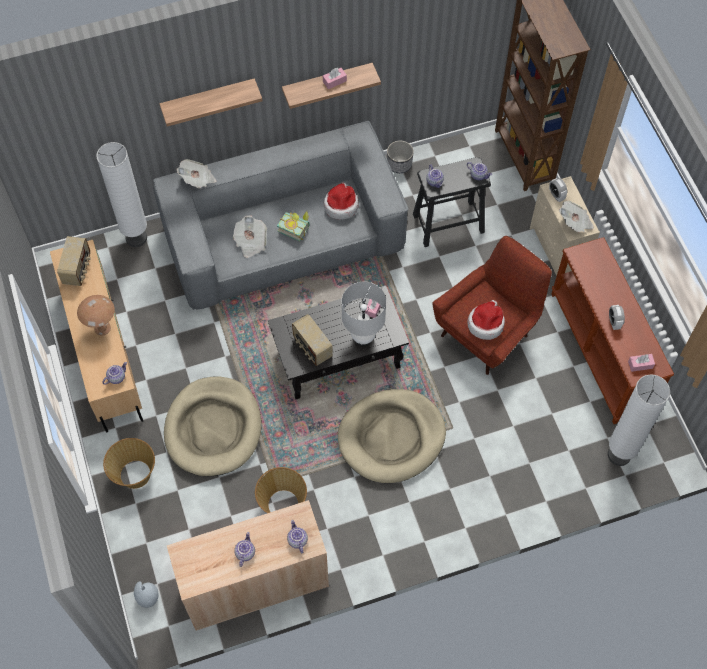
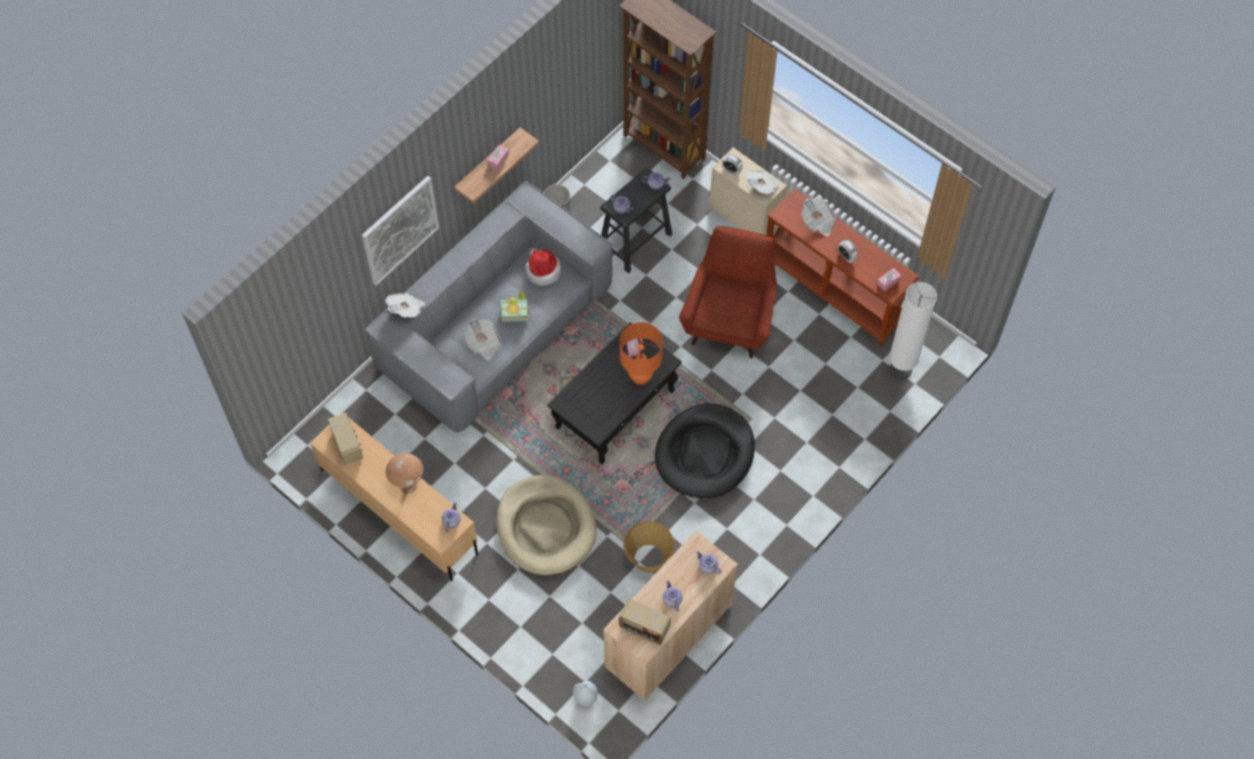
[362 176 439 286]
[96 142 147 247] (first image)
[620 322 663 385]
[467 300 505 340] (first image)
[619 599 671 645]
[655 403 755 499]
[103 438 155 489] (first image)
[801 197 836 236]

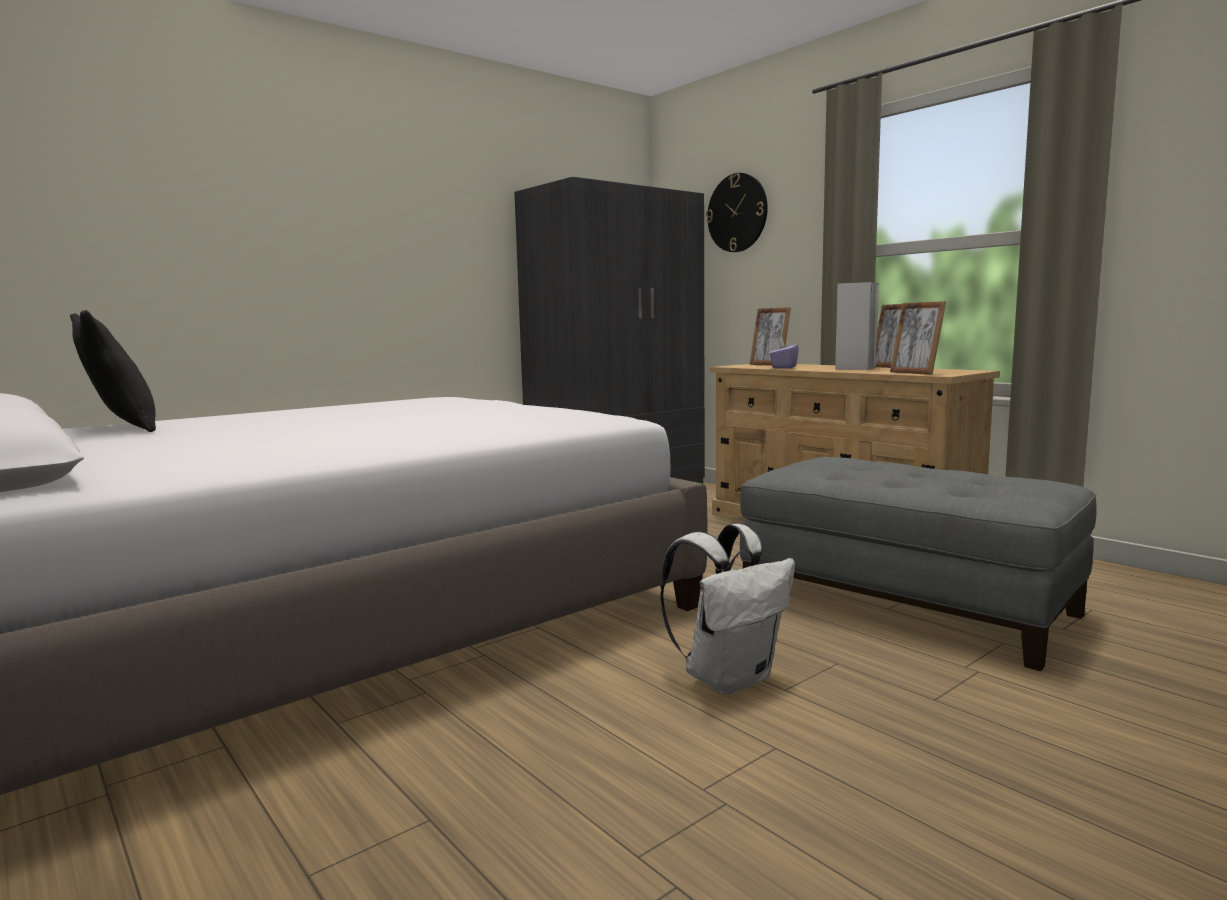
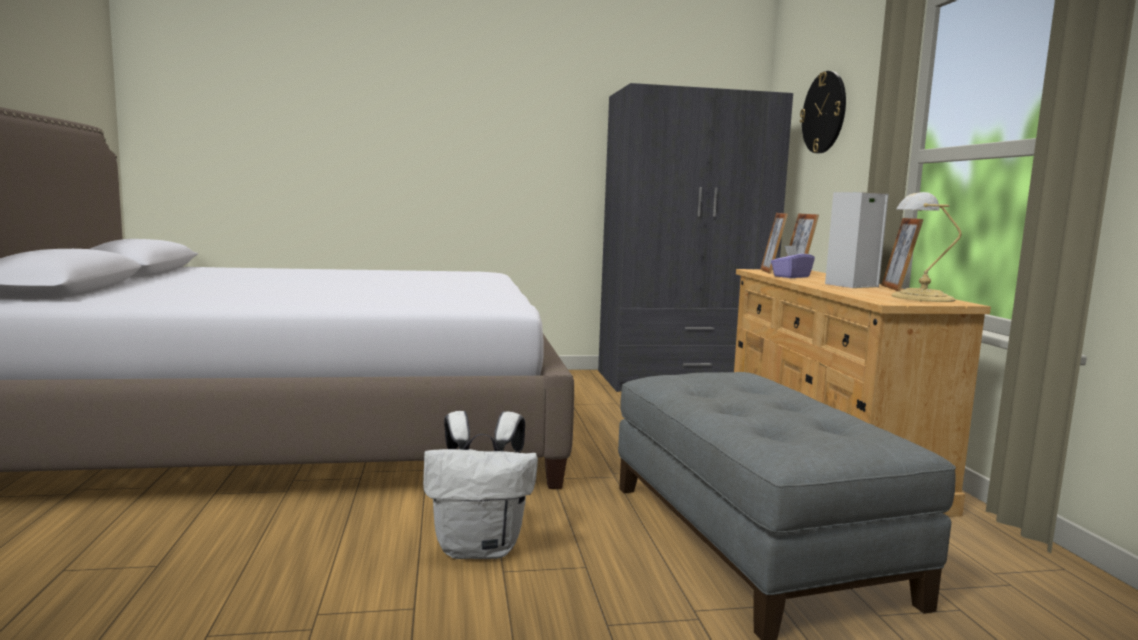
[760 213 788 274]
[70 310 156 432] (first image)
[892 192 961 302]

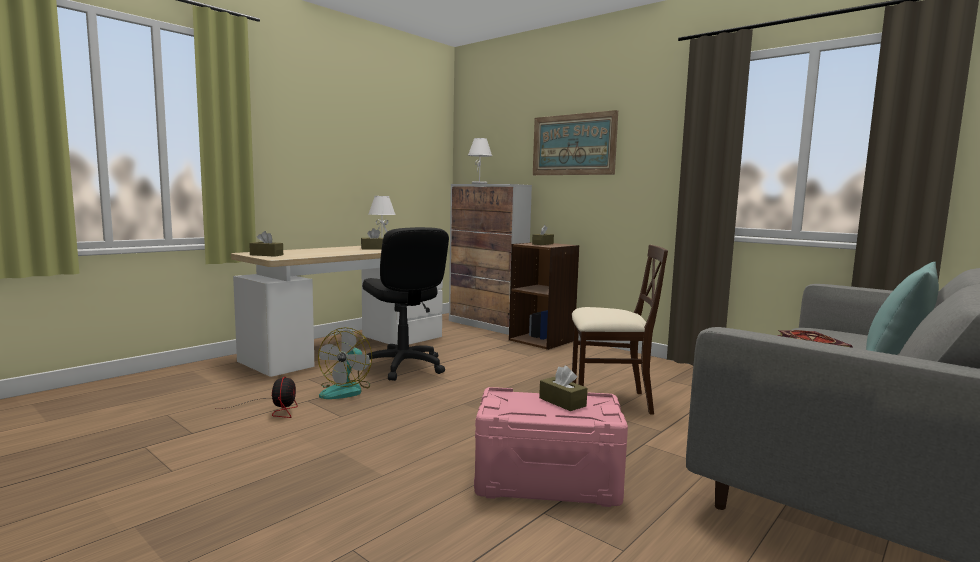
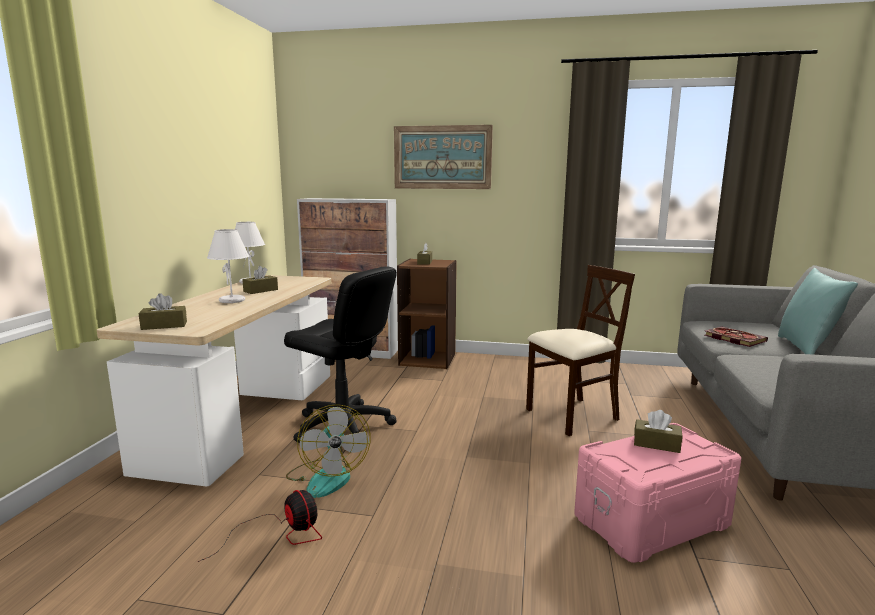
[207 229 249 303]

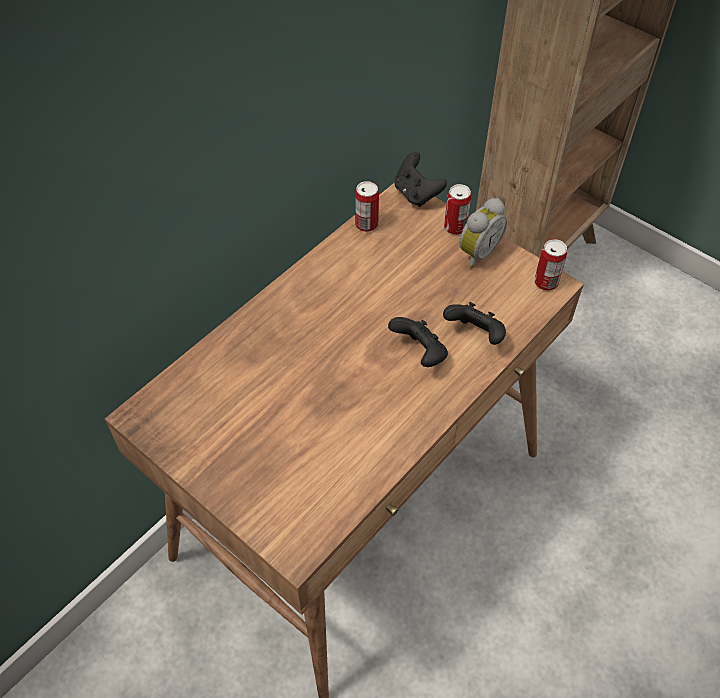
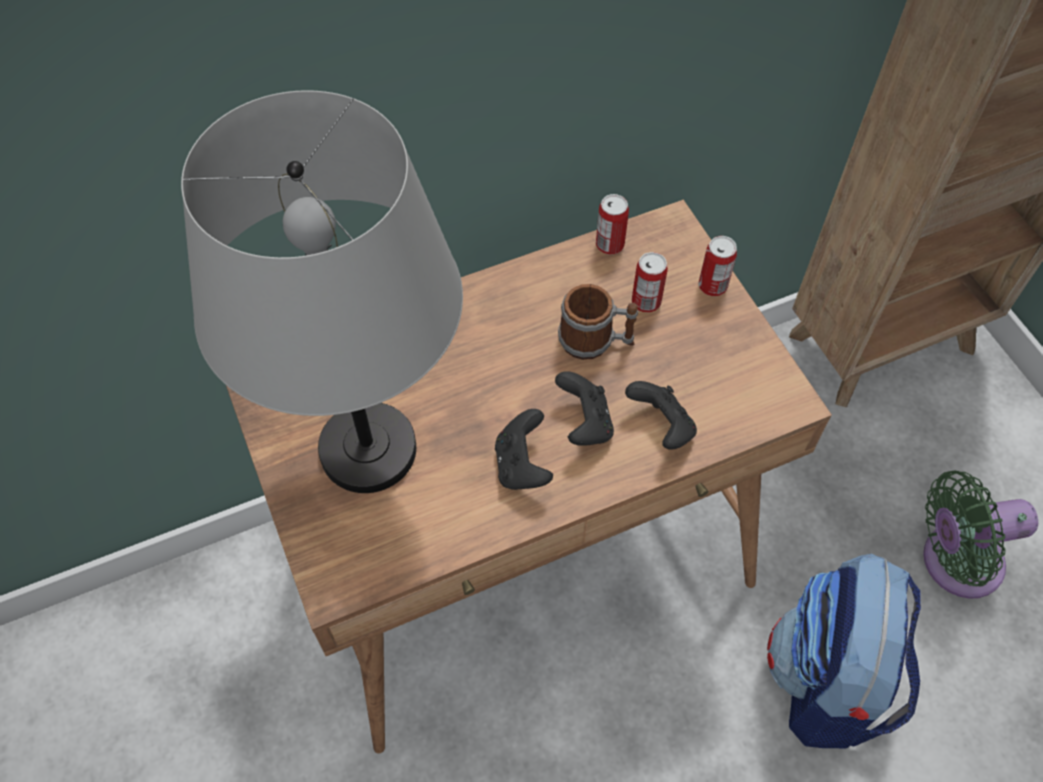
[495 409 553 490]
[460 198 507 269] (first image)
[632 252 668 313]
[181 90 463 493]
[558 284 638 360]
[923 470 1038 599]
[767 554 921 748]

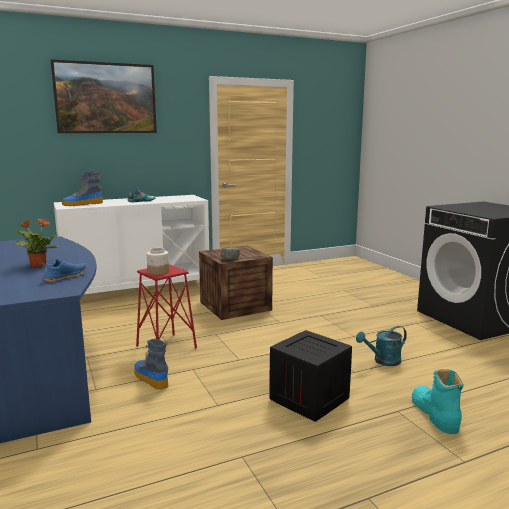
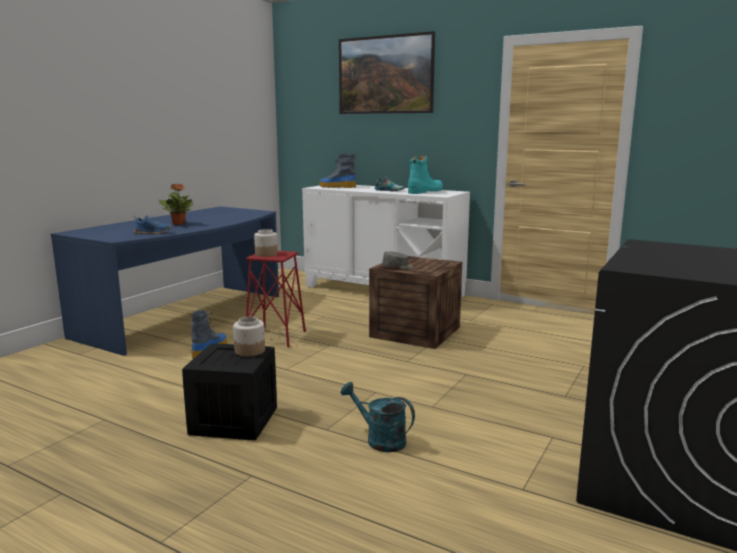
[408 156 443 194]
[233 317 265 356]

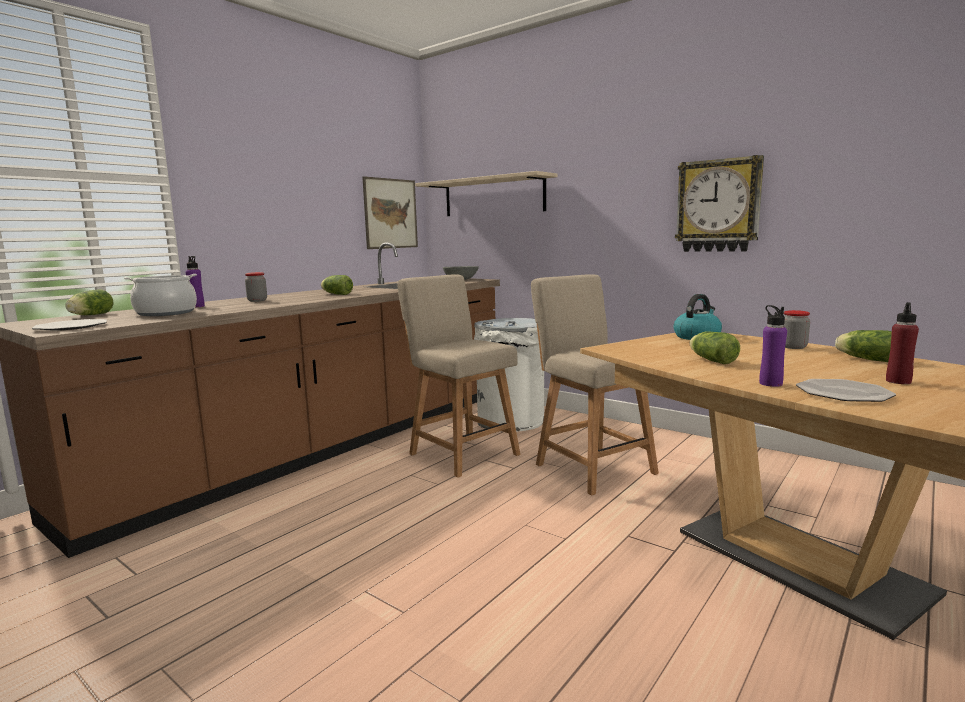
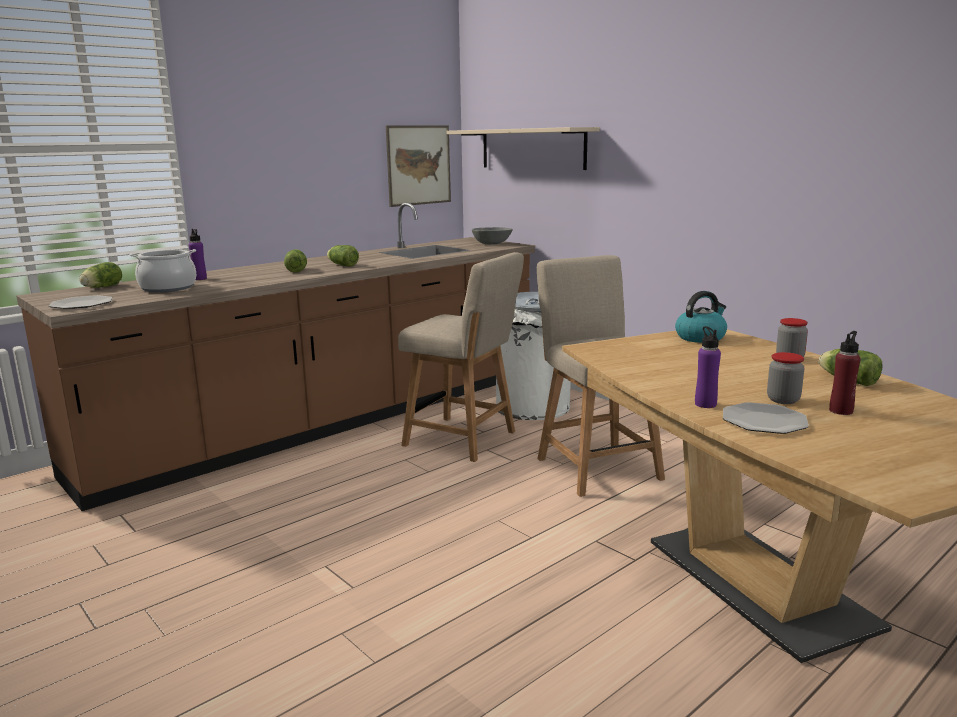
[675 155 764 252] (first image)
[767 352 804 404]
[398 252 524 462]
[284 249 307 273]

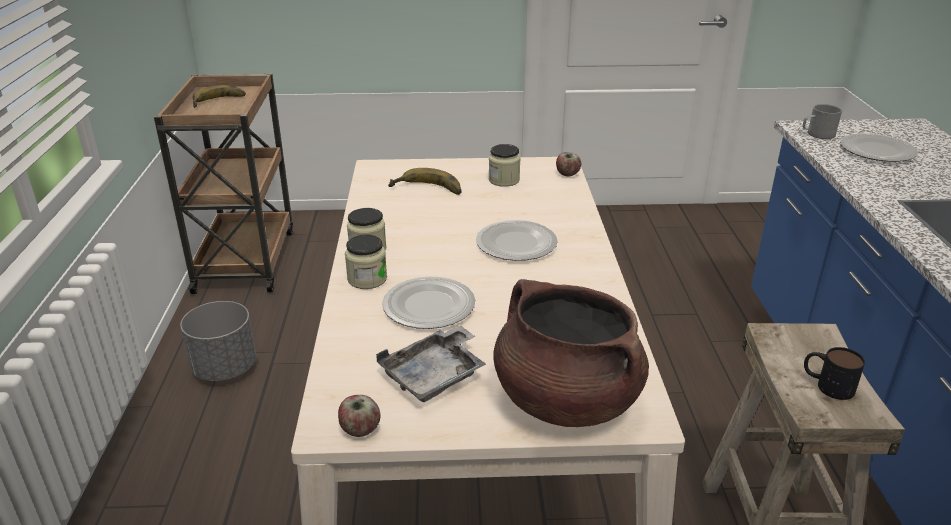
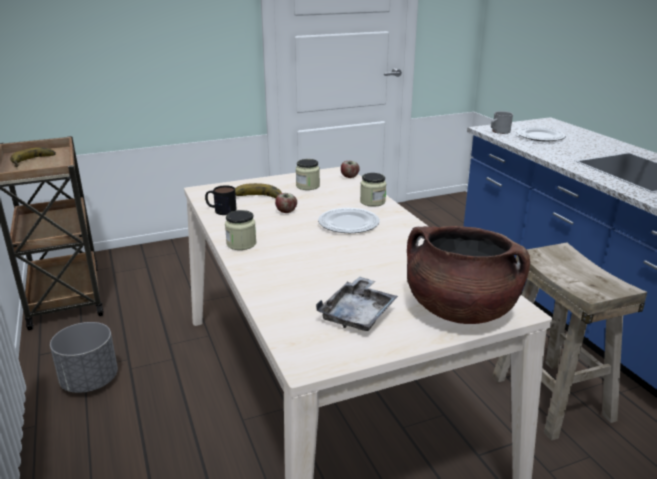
[360 173 386 207]
[382 276 475 329] (first image)
[205 185 237 215]
[275 193 297 213]

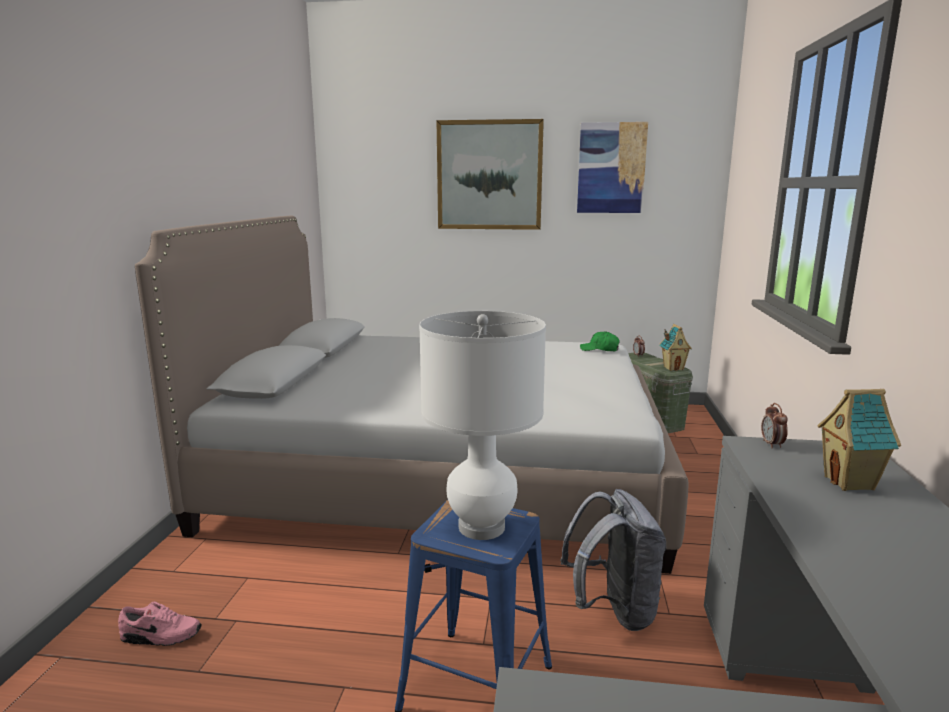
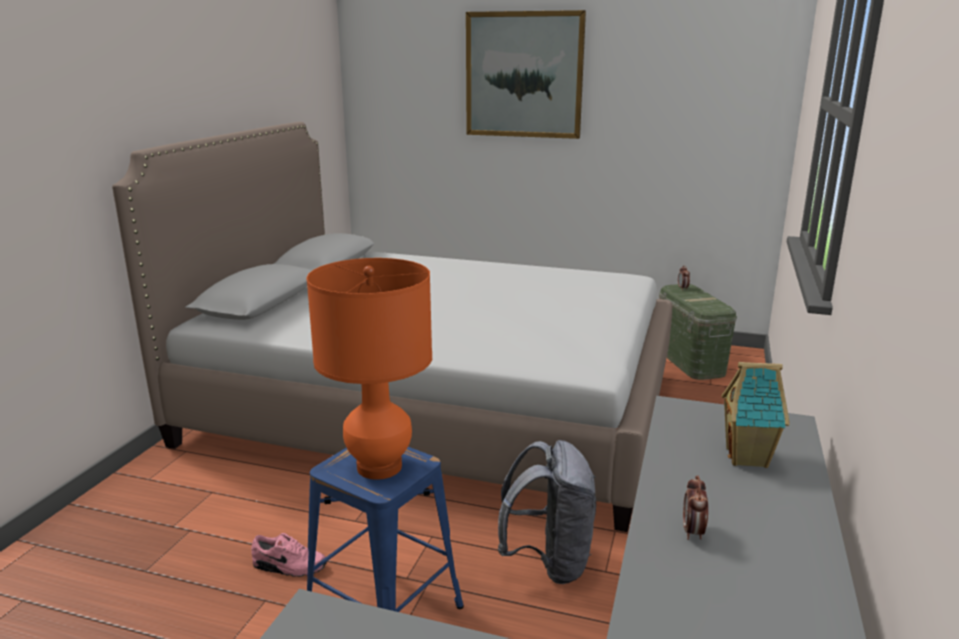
[577 122 648 213] (first image)
[306 258 432 480]
[659 324 692 371] (first image)
[580 331 620 351] (first image)
[683 476 708 540]
[251 533 327 577]

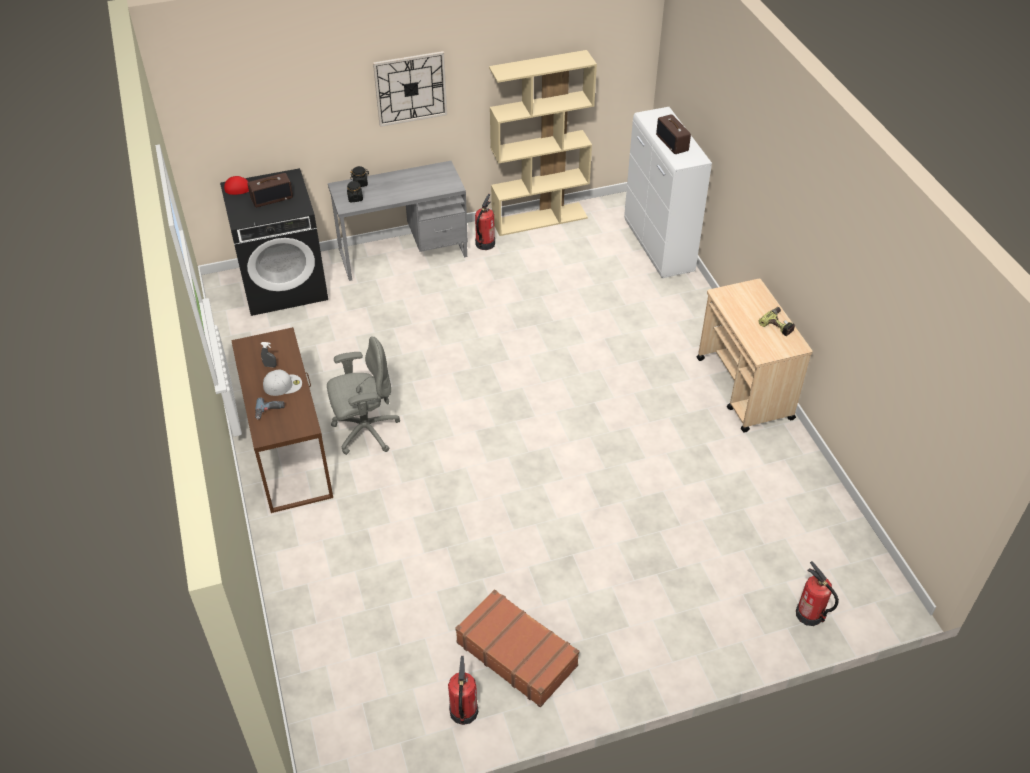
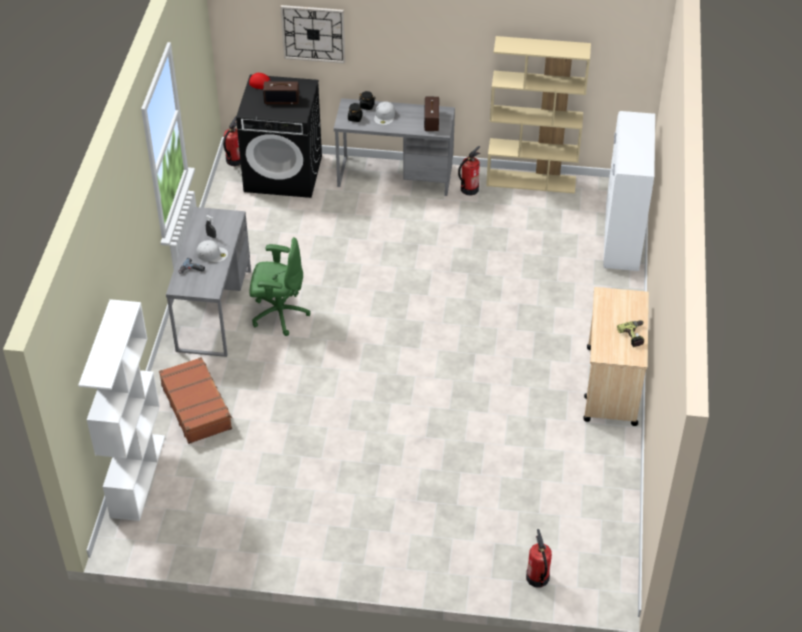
[280 5 345 63]
[424 97 439 131]
[166 207 251 357]
[250 237 311 336]
[159 357 232 444]
[223 117 241 166]
[374 102 395 125]
[78 299 165 521]

